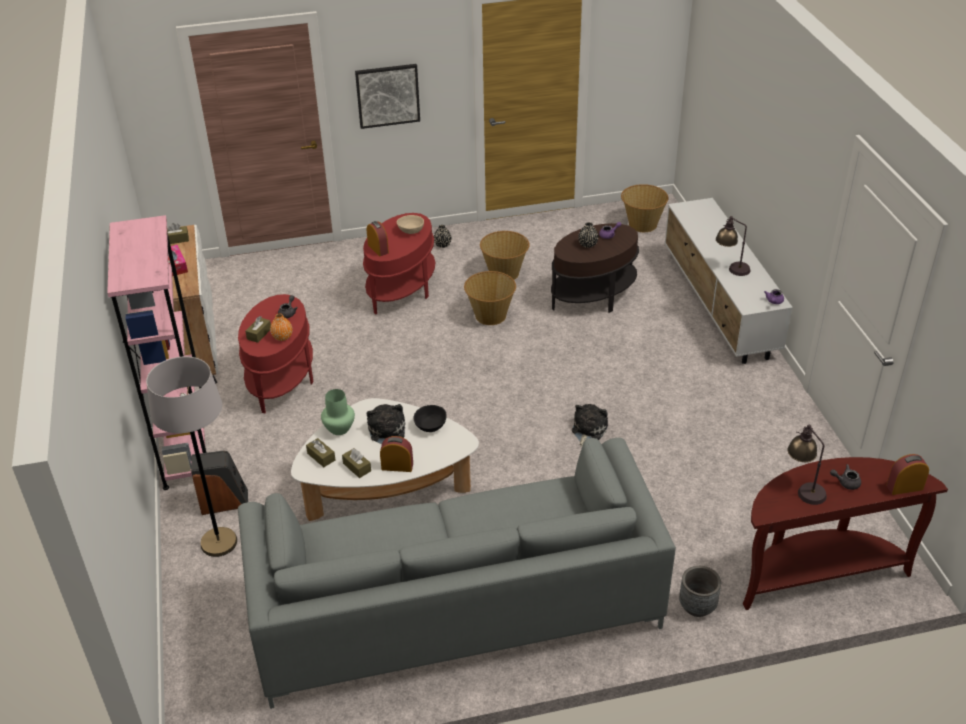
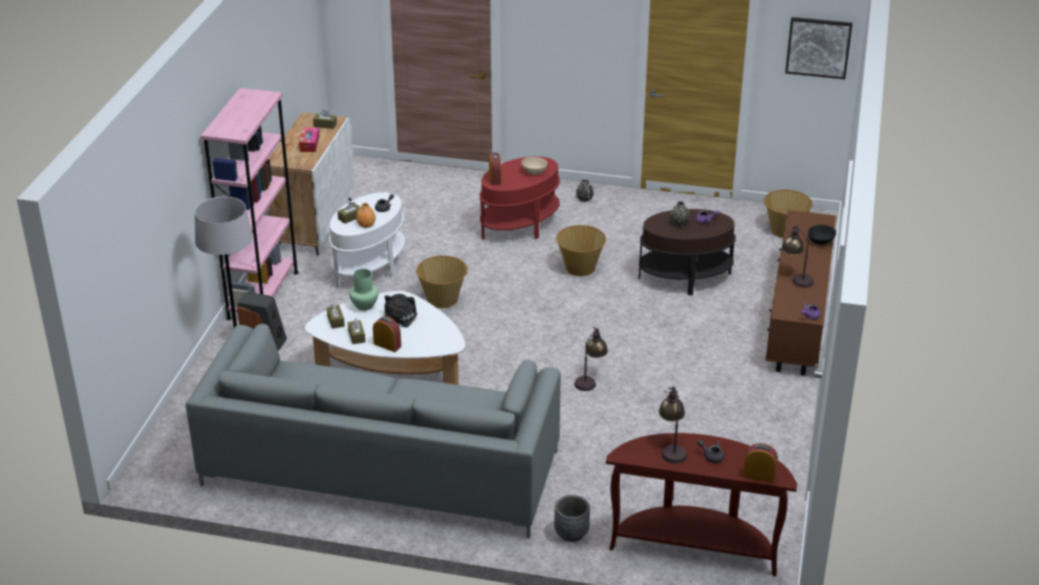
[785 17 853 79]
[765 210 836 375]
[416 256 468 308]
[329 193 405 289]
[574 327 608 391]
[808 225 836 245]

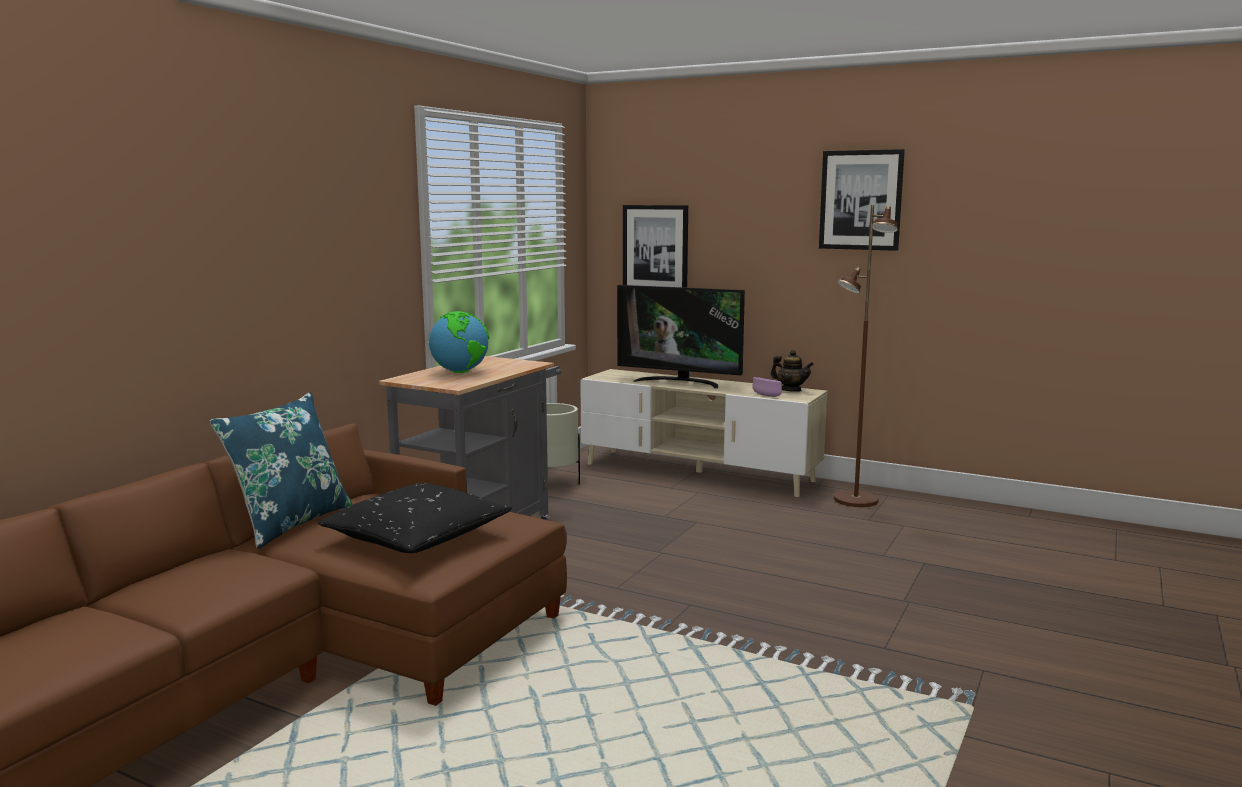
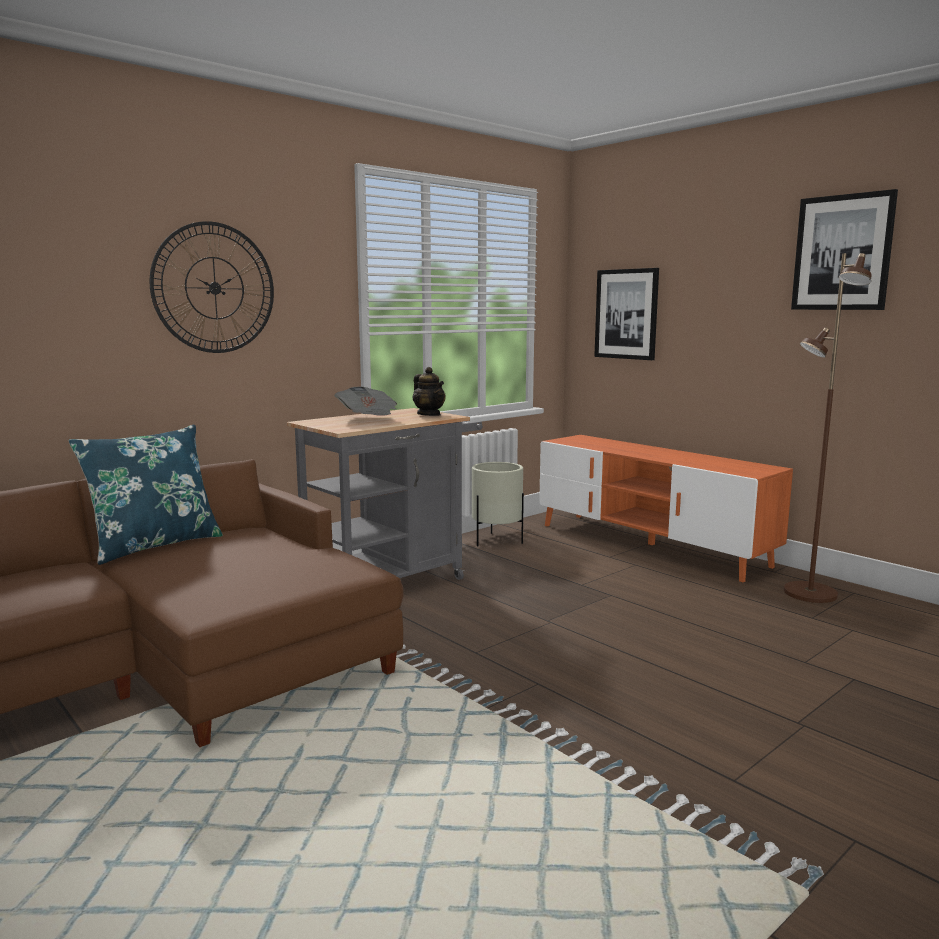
[617 285 745 389] (first image)
[334 387 397 416]
[412 367 446 416]
[539 435 793 582]
[752 377 782 397] (first image)
[318 483 512 553] (first image)
[149 221 274 353]

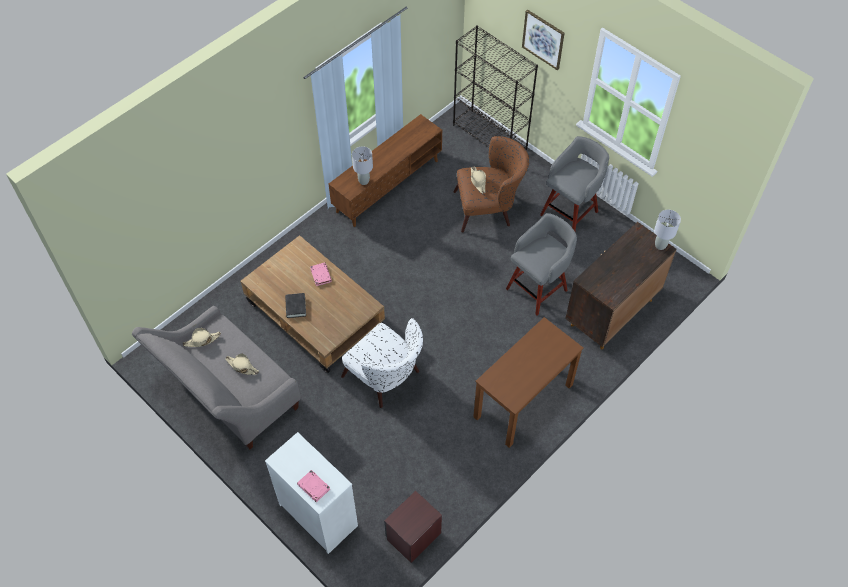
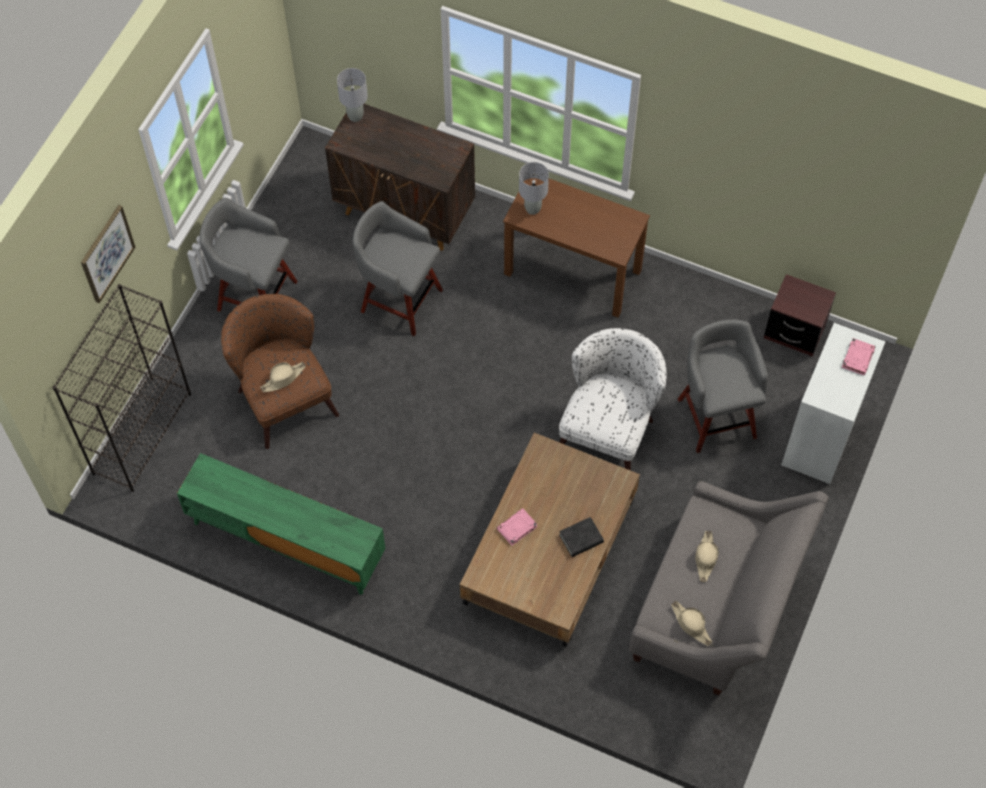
[177 453 385 595]
[519 162 549 215]
[678 320 768 453]

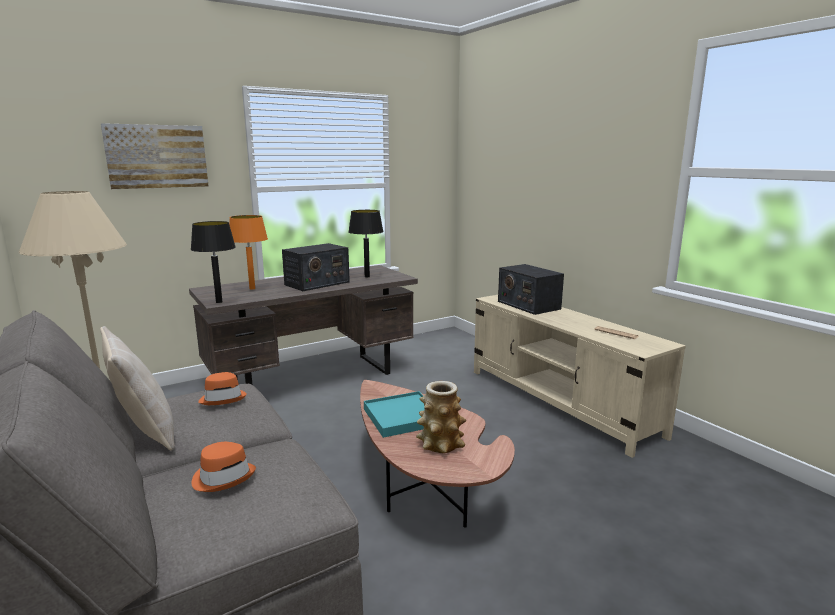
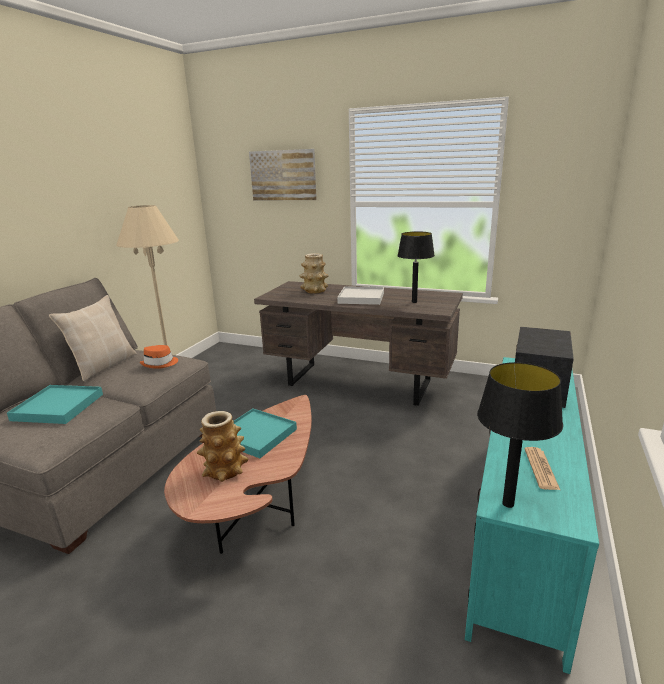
[300 253 328 294]
[477 362 563 508]
[337 286 384 305]
[465 357 599 674]
[7 385 103 424]

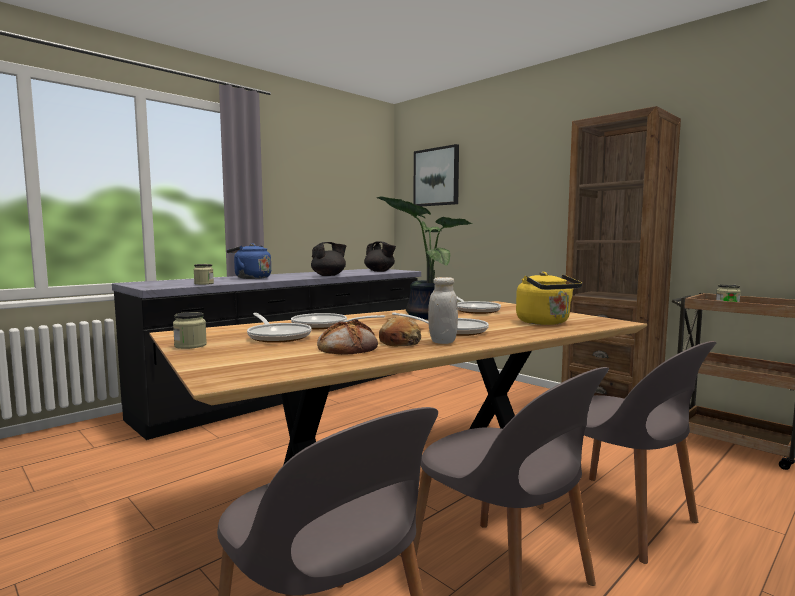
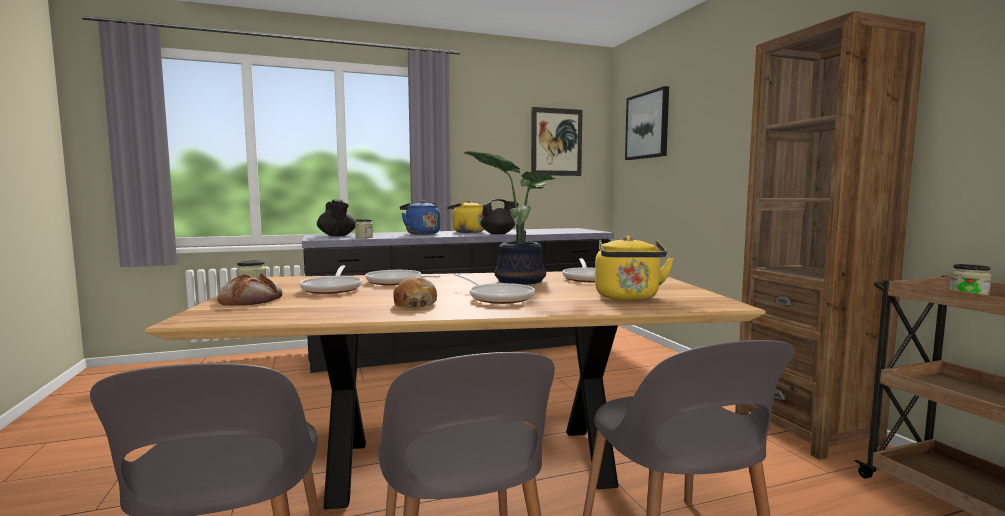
[317 199 356 236]
[428 277 458 344] (first image)
[217 273 283 306]
[531 107 582 176]
[447 200 484 233]

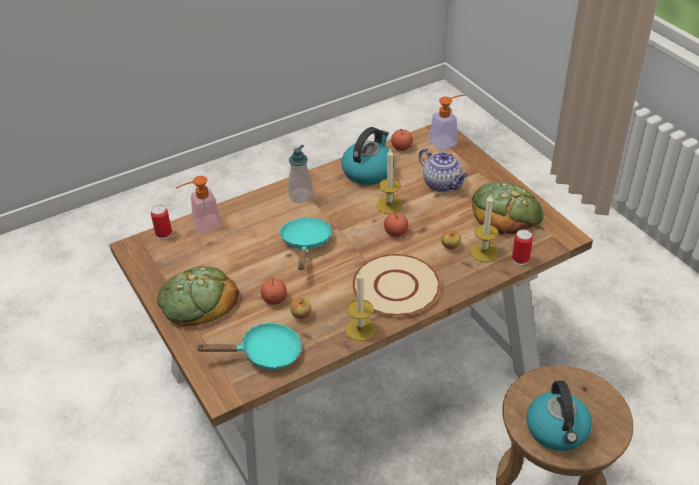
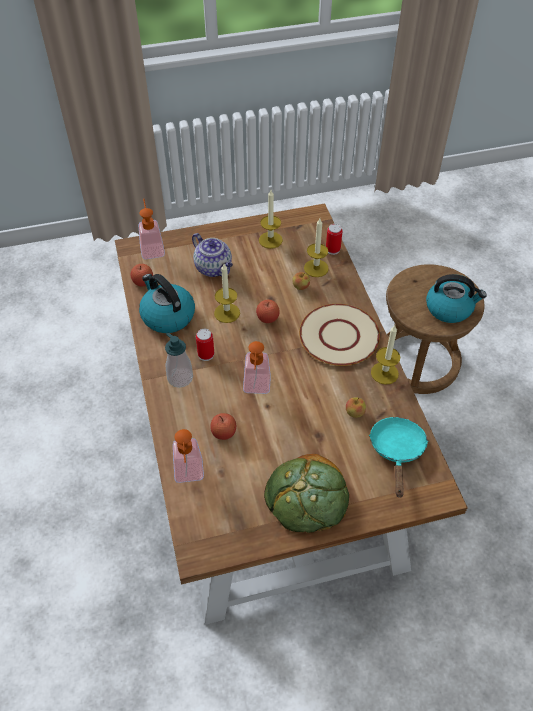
[192 233 233 277]
[259 190 283 249]
[196 329 214 361]
[243 341 271 394]
[210 413 236 440]

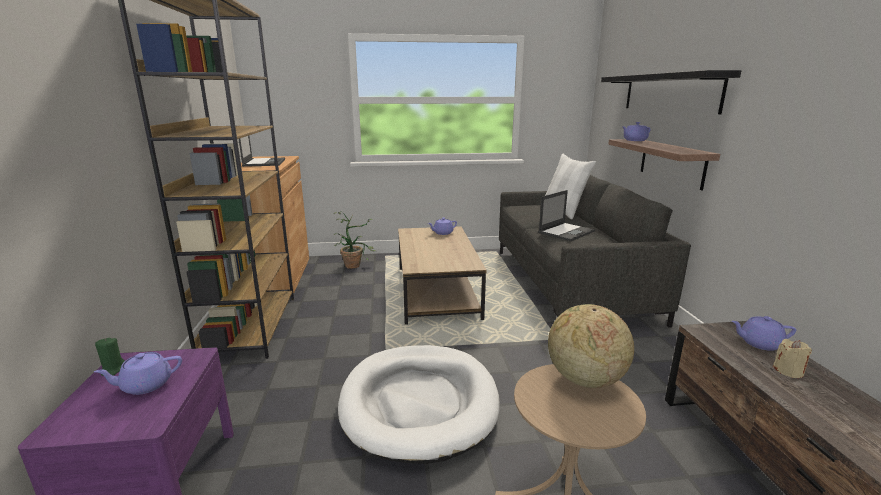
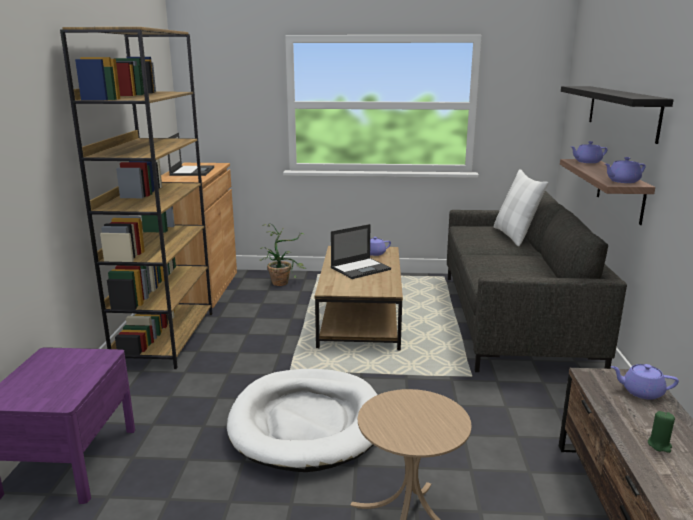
[331 224 391 279]
[548 304 634 388] (first image)
[648 411 675 453]
[773 339 812 378] (first image)
[605 157 646 183]

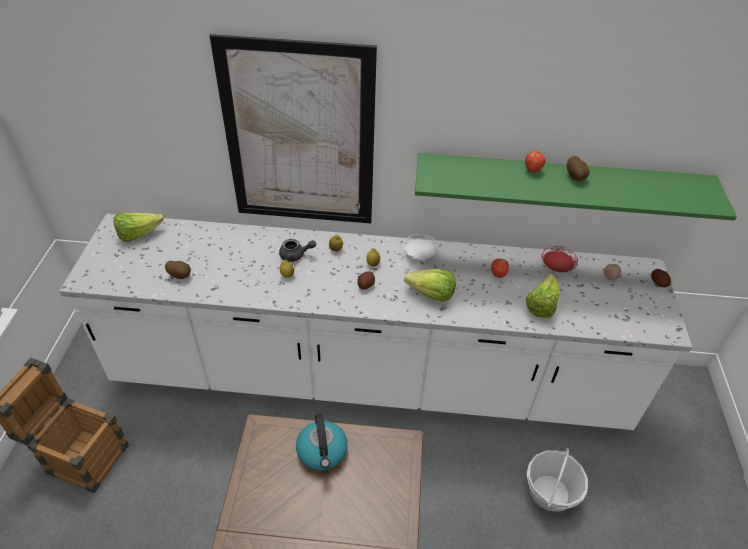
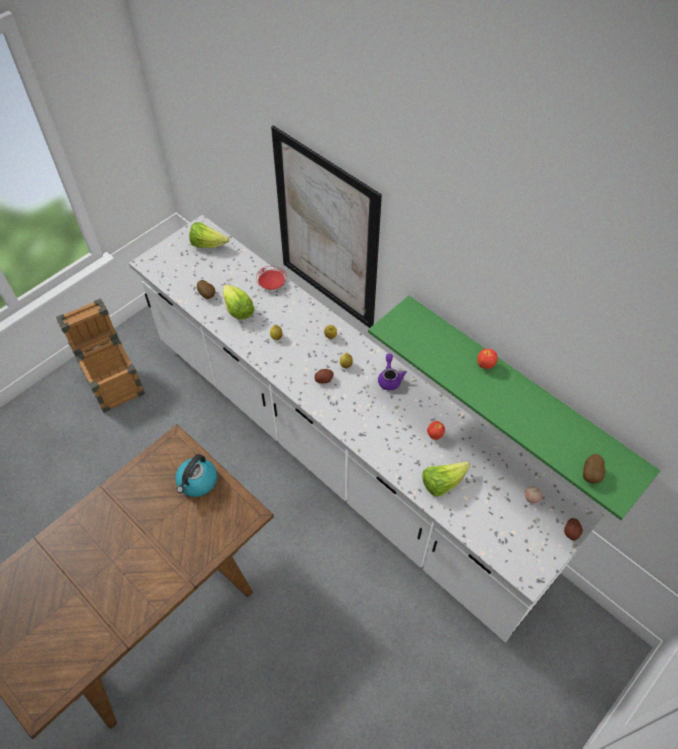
[583 454 606 483]
[378 354 407 391]
[279 239 316 262] (first image)
[256 266 287 290]
[223 285 255 320]
[527 448 588 512] (first image)

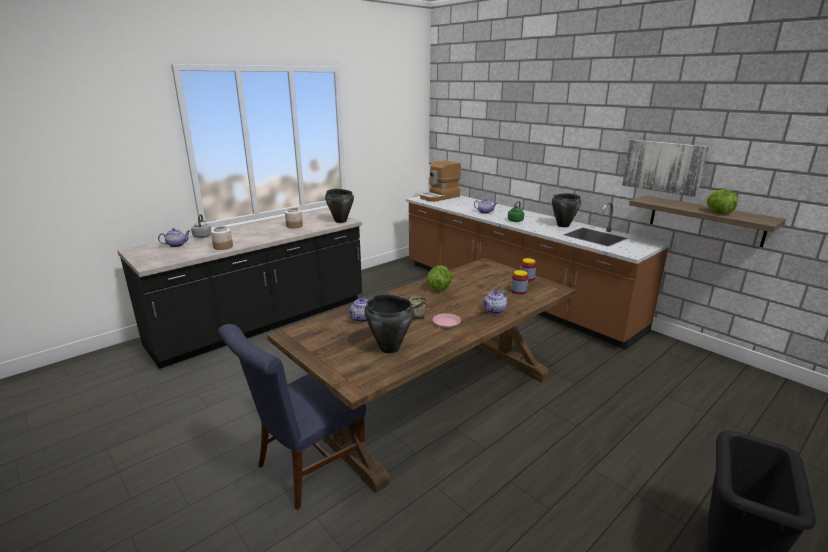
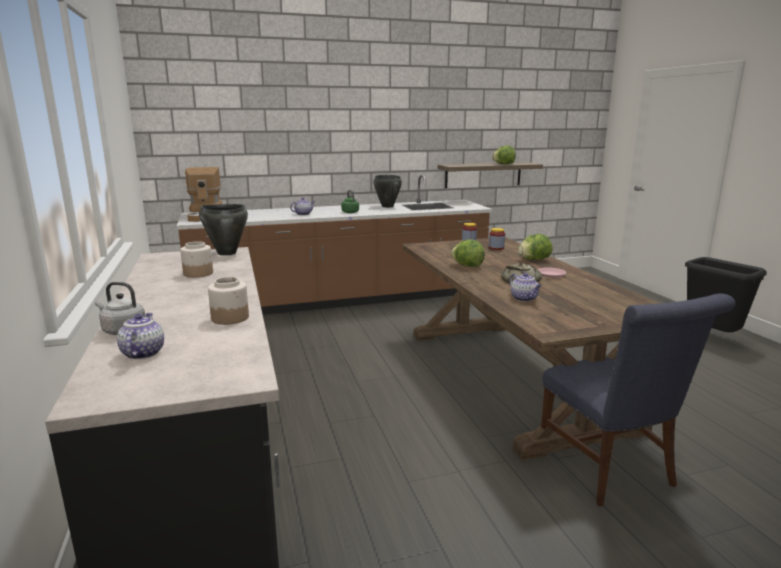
[622 140 709 197] (first image)
[518 234 553 260]
[364 294 414 353] (first image)

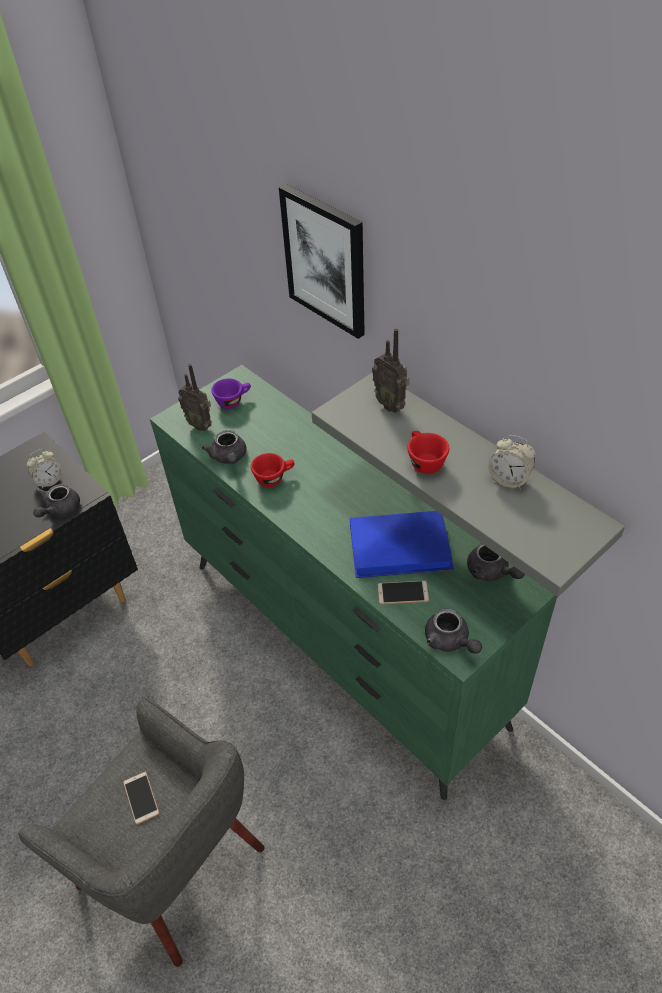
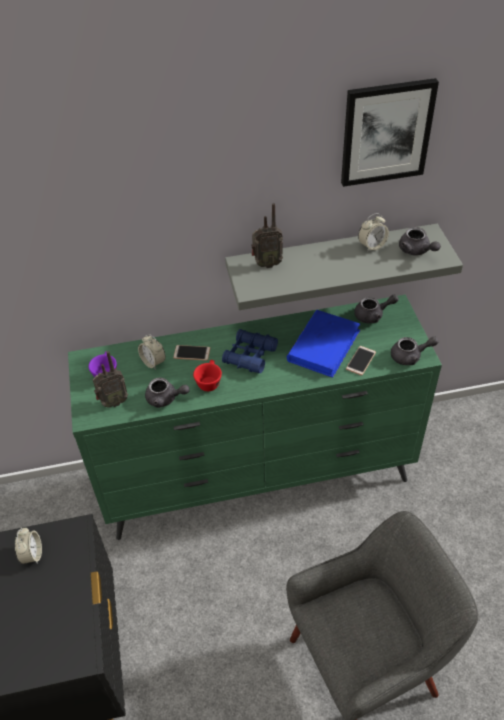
[341 78 439 187]
[407 431 449 474] (first image)
[399 227 441 255]
[173 345 210 361]
[222 329 278 373]
[138 334 166 370]

